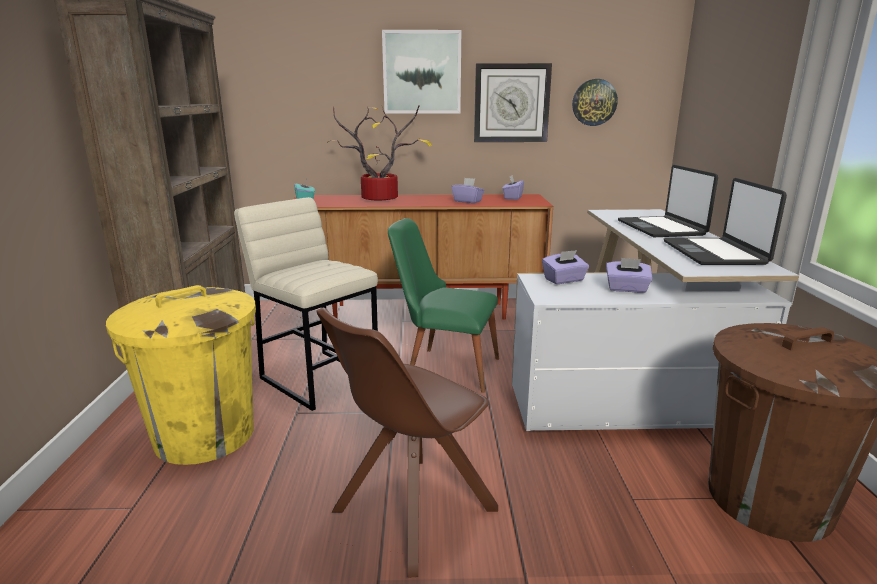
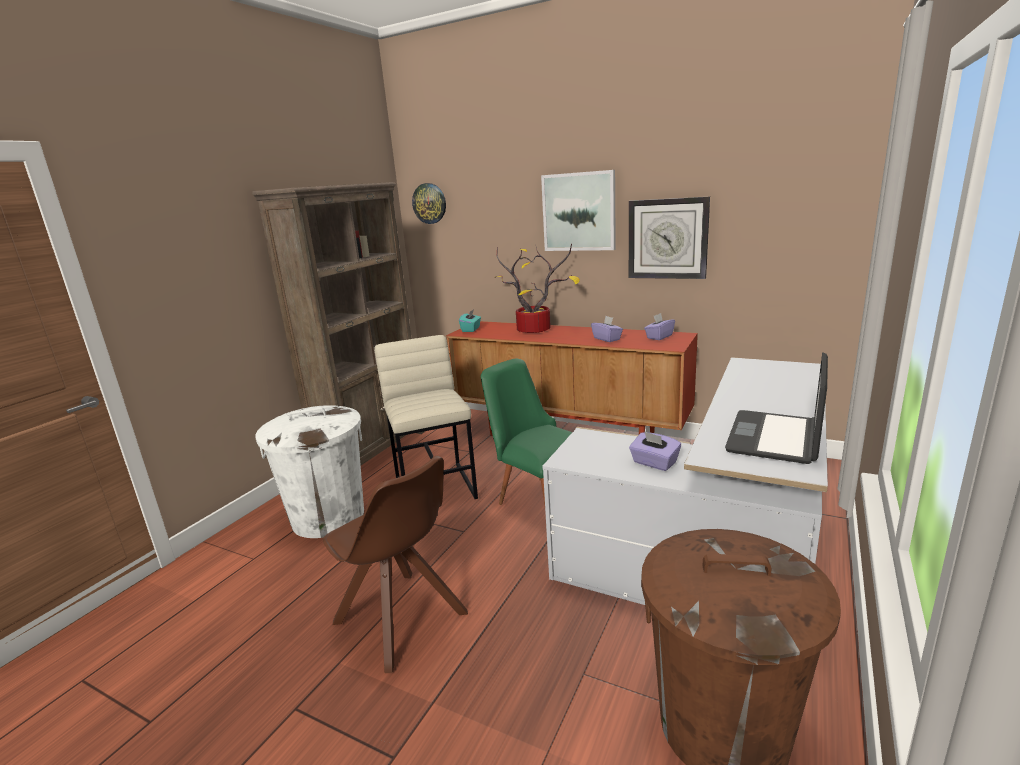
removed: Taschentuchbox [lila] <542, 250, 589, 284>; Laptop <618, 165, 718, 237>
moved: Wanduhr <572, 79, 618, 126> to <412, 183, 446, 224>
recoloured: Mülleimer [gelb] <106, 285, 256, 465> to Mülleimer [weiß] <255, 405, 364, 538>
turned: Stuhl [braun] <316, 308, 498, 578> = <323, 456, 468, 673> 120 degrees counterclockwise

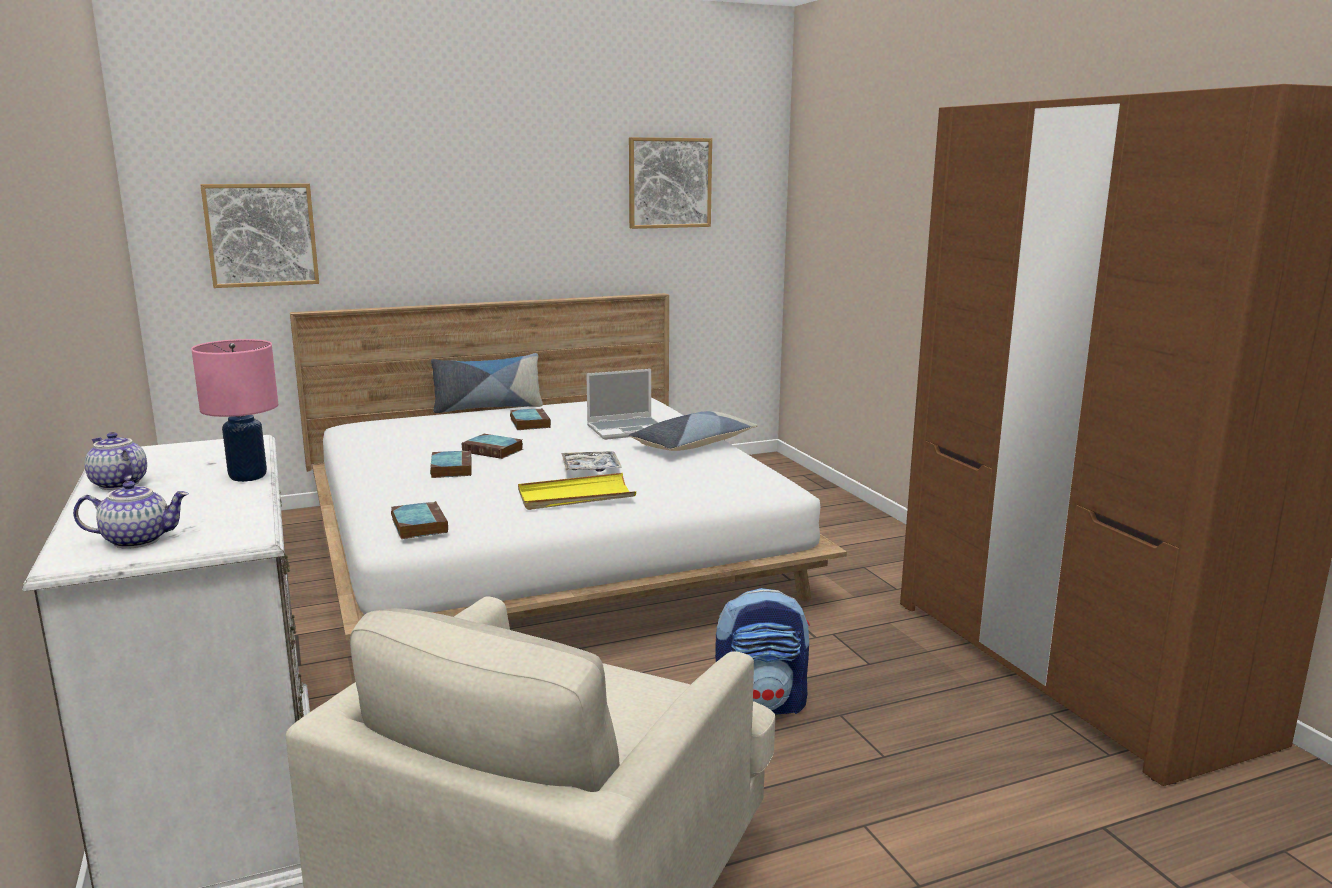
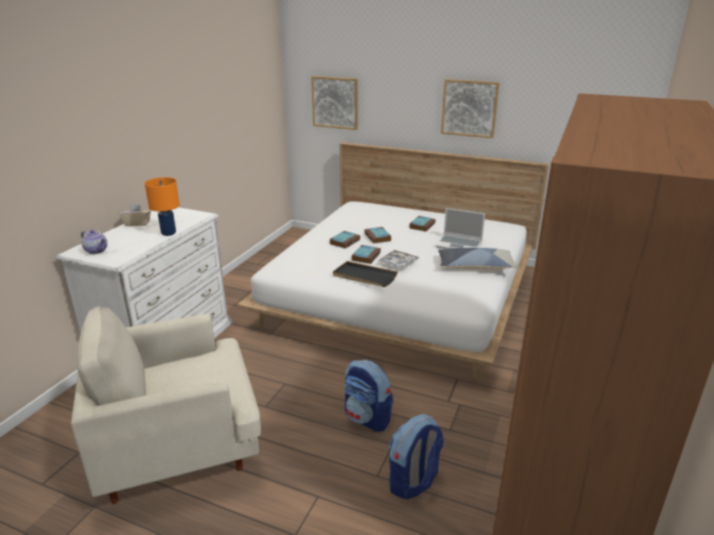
removed: Kissen <431, 353, 543, 413>
added: Rucksack <389, 414, 444, 500>
moved: Buch <391, 501, 448, 539> to <351, 245, 381, 264>; Bild <629, 137, 712, 229> to <441, 79, 500, 138>
replaced: Teekanne <84, 432, 147, 490> to Taschentuchbox [beige] <120, 204, 151, 226>
recoloured: Tischlampe [rosa] <191, 339, 278, 482> to Tischlampe [orange] <145, 177, 180, 236>; Tablett [gelb] <518, 473, 636, 510> to Tablett [schwarz] <333, 261, 398, 287>

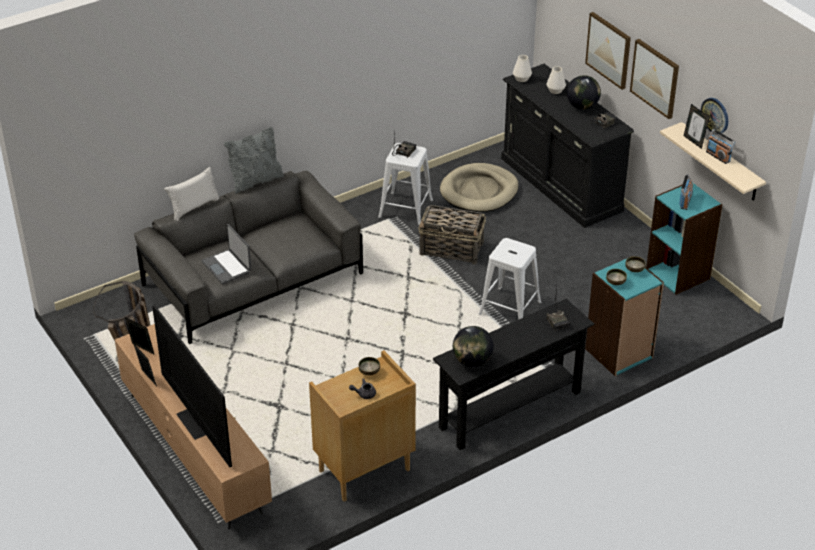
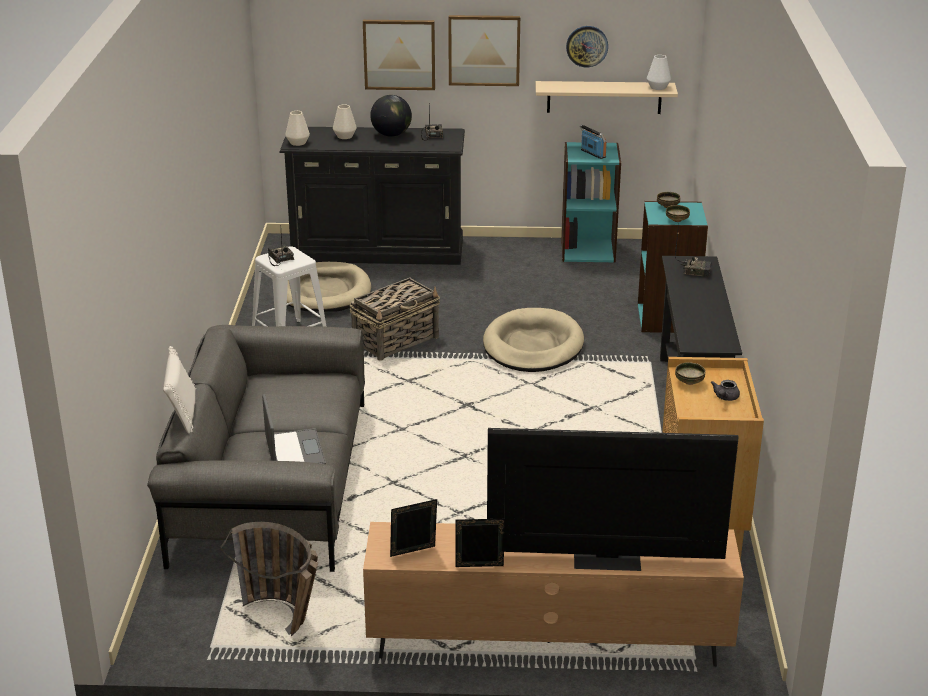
removed: Kissen [grau] <224, 127, 284, 194>; Globus <453, 326, 494, 367>; Bilderrahmen <684, 104, 710, 149>; Radio <706, 129, 735, 164>
added: Vase [weiß] <647, 55, 671, 90>
replaced: Hocker [weiß] <478, 238, 541, 320> to Hundebett [beige] <483, 308, 584, 372>
turned: Laptop <201, 224, 251, 284> = <262, 394, 326, 464> 105 degrees counterclockwise

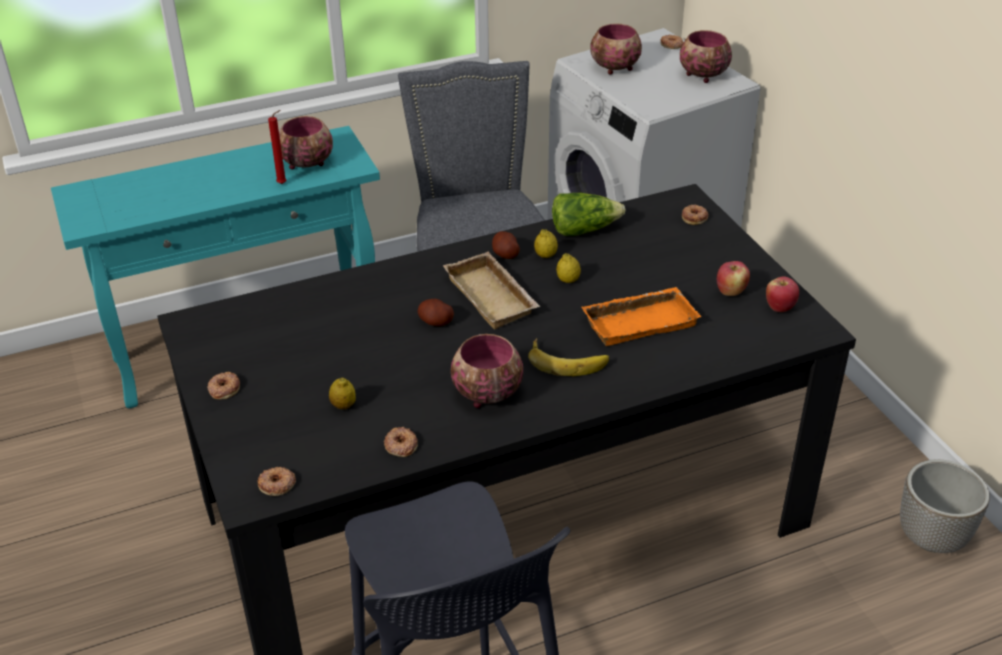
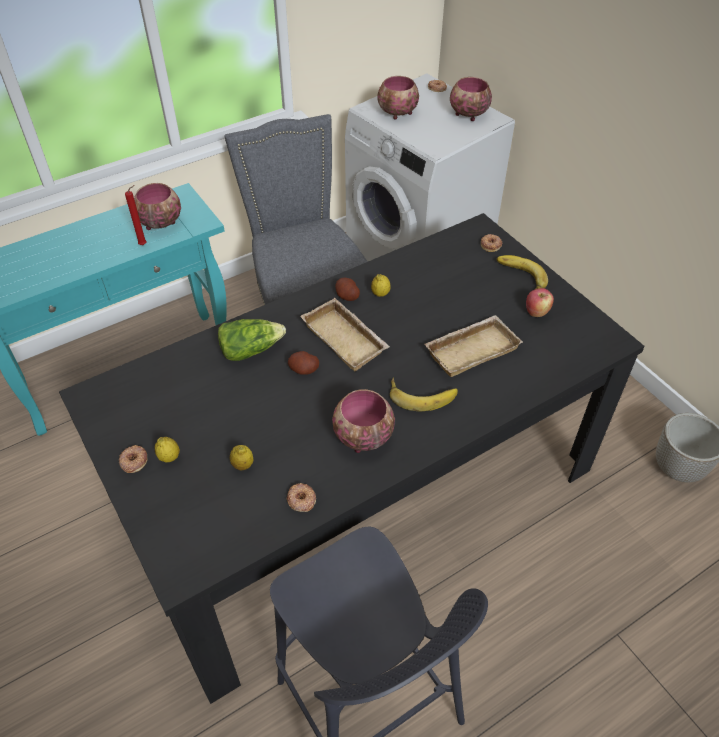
removed: Donut <258, 467, 296, 496>; Apfel <766, 276, 799, 312>
added: Banane <497, 255, 548, 289>
moved: Zitrone <556, 253, 581, 283> to <155, 437, 180, 462>; Salatkopf <552, 193, 626, 236> to <218, 319, 286, 361>
recoloured: Tablett [orange] <581, 287, 701, 346> to Tablett [beige] <424, 315, 523, 377>

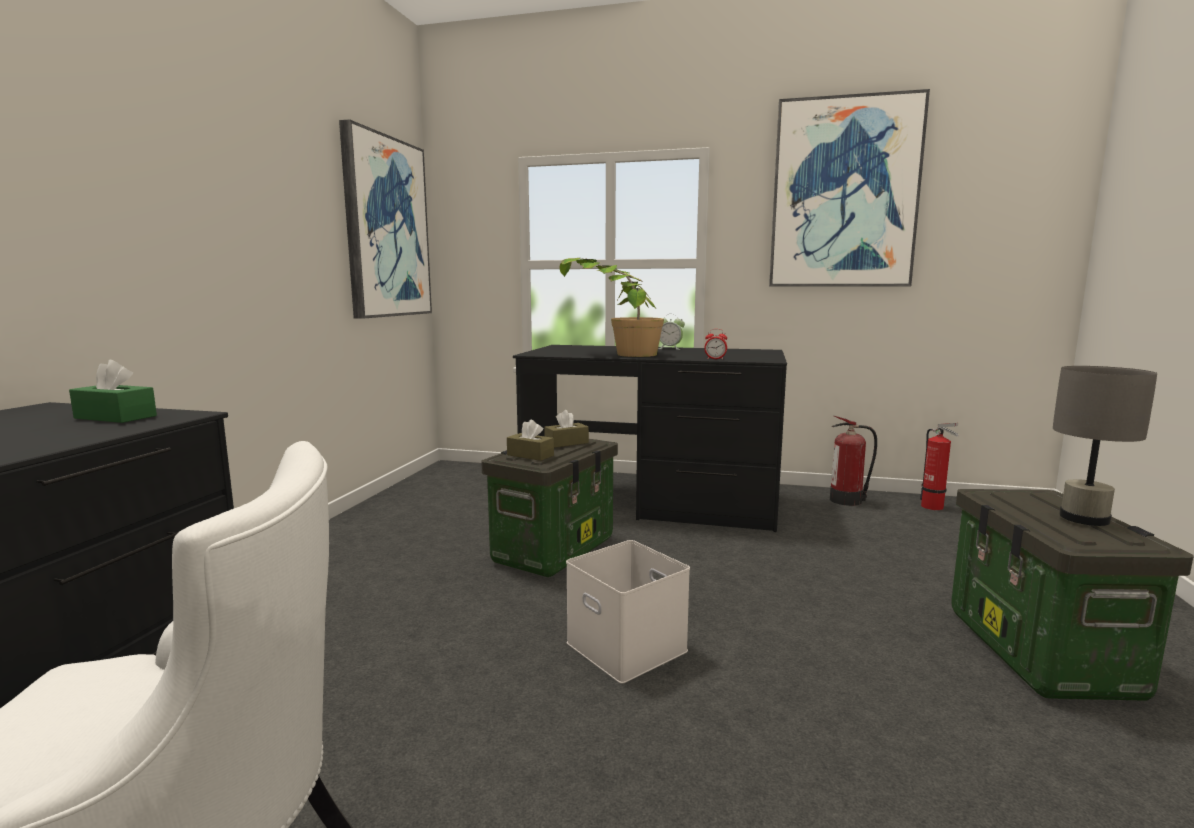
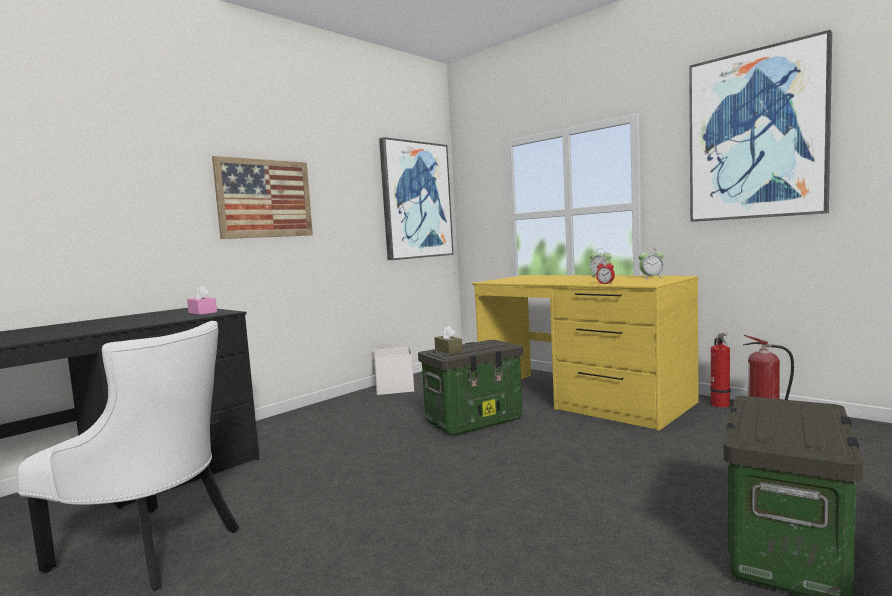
removed: Taschentuchbox [braun] <544, 410, 589, 448>; Topfpflanze <559, 258, 664, 357>; Tischlampe [grau] <1053, 366, 1157, 526>
added: Bild <212, 156, 313, 239>; Wecker <638, 250, 664, 279>
moved: Aufbewahrungsbox [weiß] <566, 540, 690, 684> to <374, 347, 415, 395>; Feuerlöscher <920, 423, 959, 510> to <710, 333, 731, 408>
recoloured: Taschentuchbox [grün] <69, 360, 157, 423> to Taschentuchbox [rosa] <187, 285, 217, 315>; Schreibtisch [schwarz] <513, 345, 787, 532> to Schreibtisch [gelb] <472, 275, 699, 431>

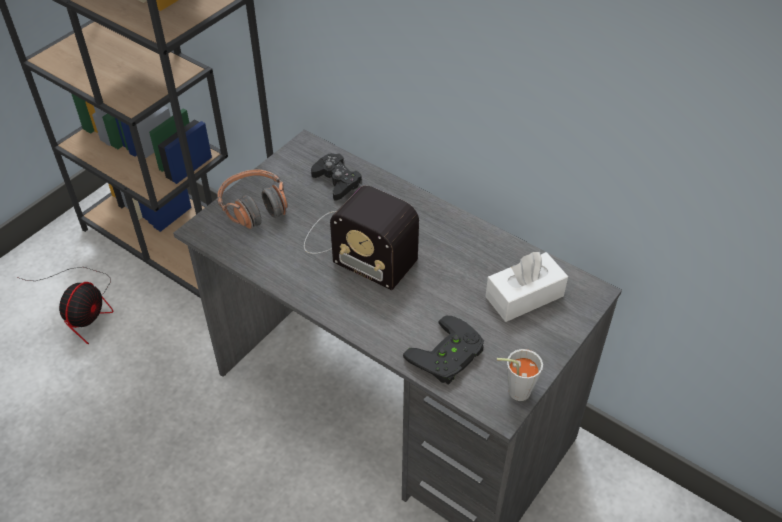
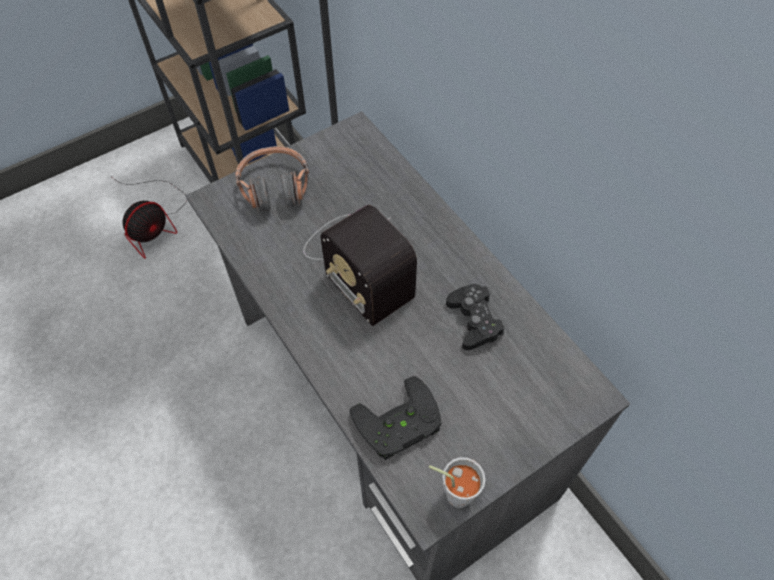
removed: Taschentuchbox [weiß] <485, 251, 568, 322>
moved: Gamepad [schwarz] <311, 153, 362, 200> to <446, 284, 505, 350>

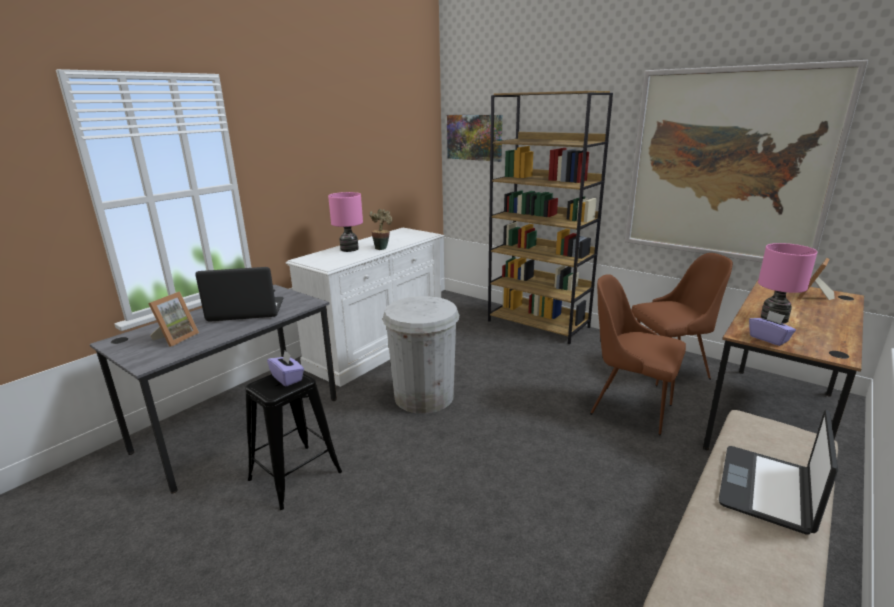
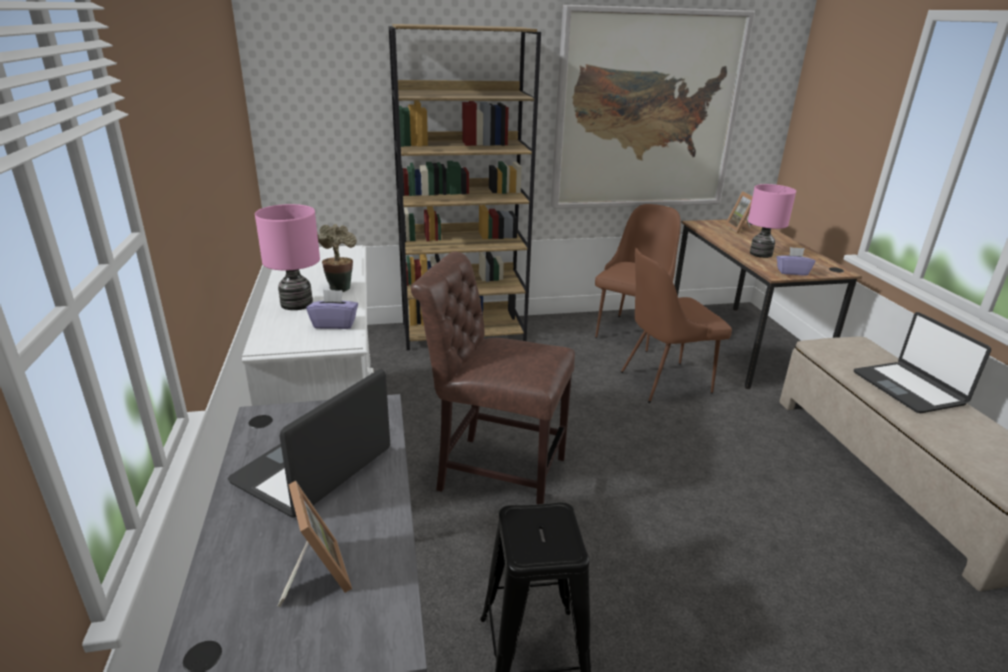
removed: Bild <447, 115, 503, 162>
moved: Taschentuchbox [lila] <267, 351, 304, 387> to <306, 290, 358, 329>
replaced: Mülleimer [weiß] <383, 296, 459, 414> to Stuhl [braun] <411, 251, 575, 504>

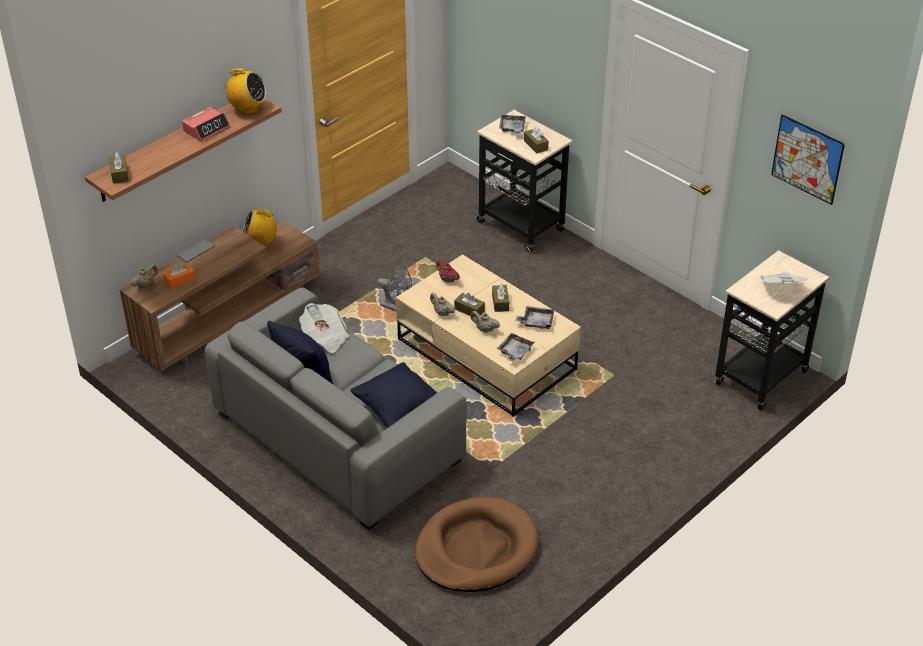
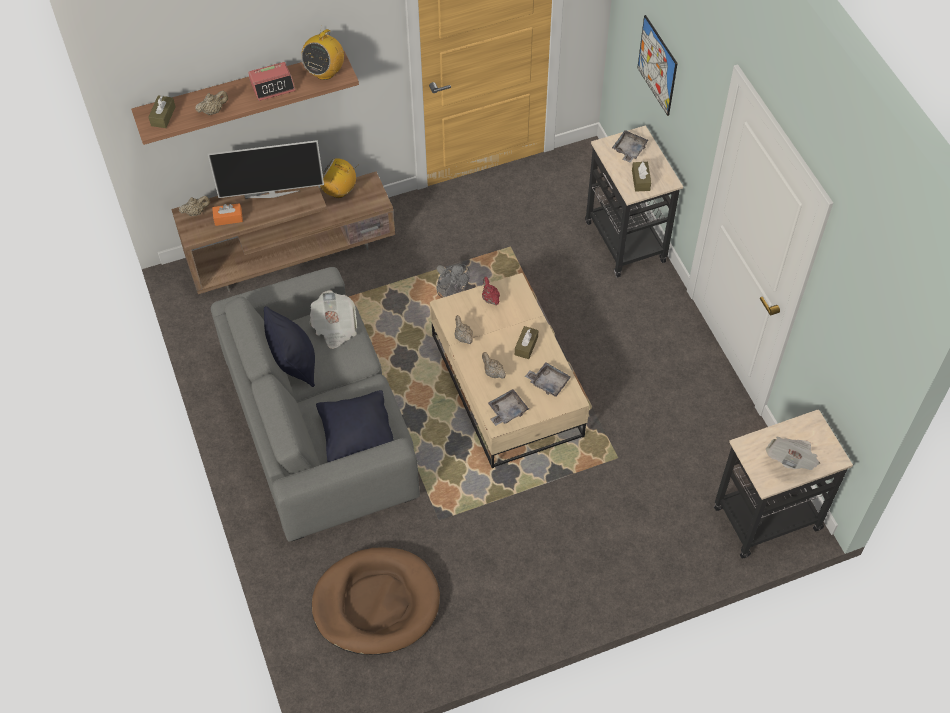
removed: Taschentuchbox [braun] <454, 293, 485, 318>
added: Teekanne [beige] <195, 91, 228, 115>; Fernseher <208, 140, 324, 198>
moved: Bild <771, 114, 845, 205> to <637, 15, 678, 116>
turned: Radio <223, 68, 266, 114> = <301, 25, 344, 80> 75 degrees clockwise

